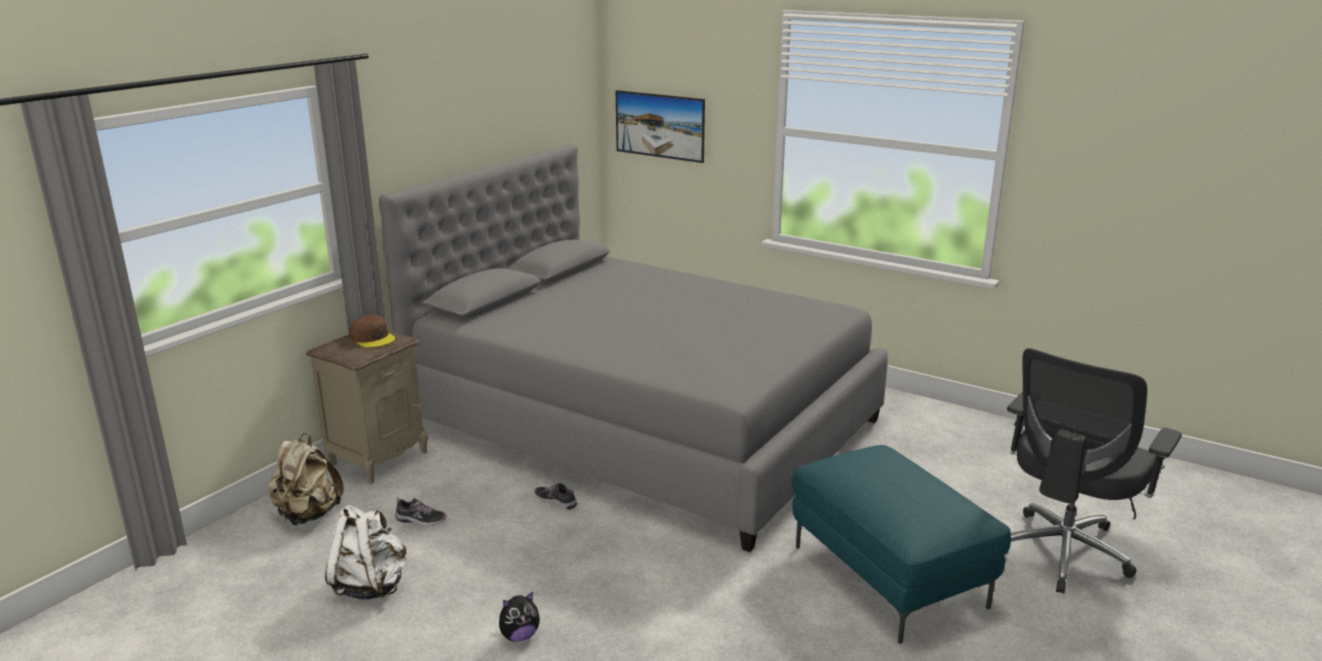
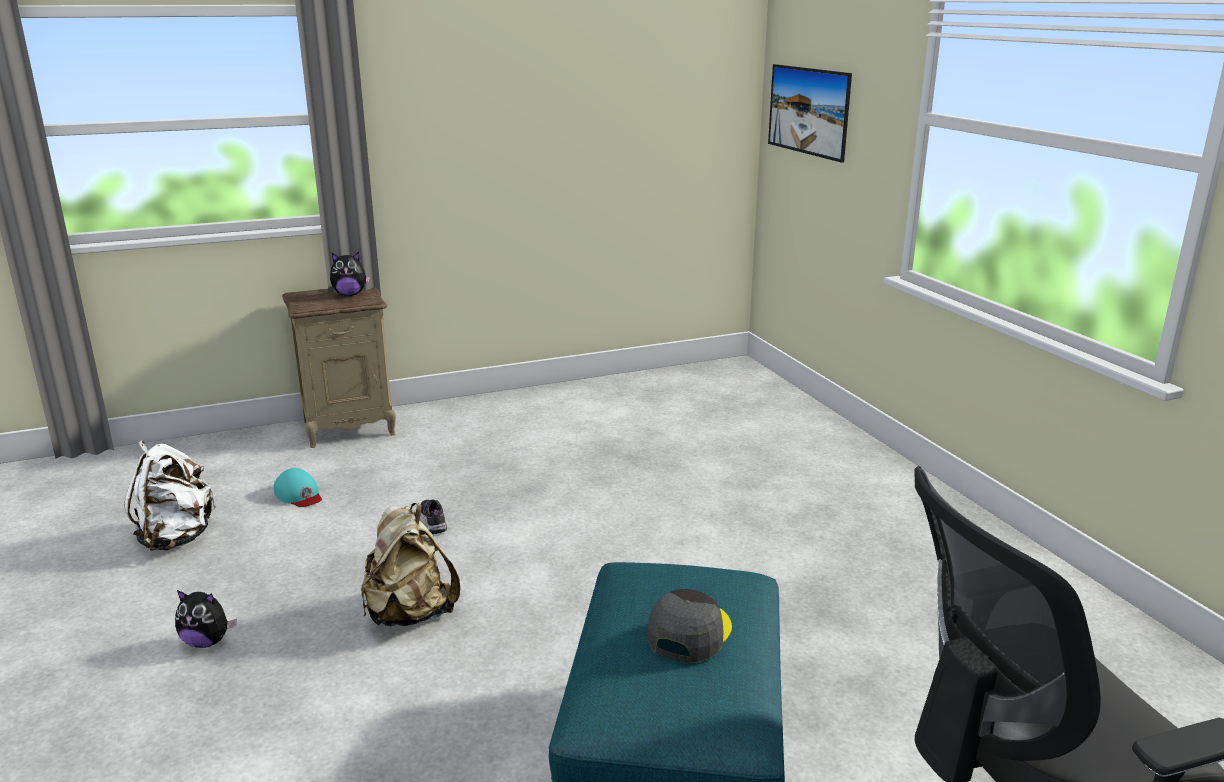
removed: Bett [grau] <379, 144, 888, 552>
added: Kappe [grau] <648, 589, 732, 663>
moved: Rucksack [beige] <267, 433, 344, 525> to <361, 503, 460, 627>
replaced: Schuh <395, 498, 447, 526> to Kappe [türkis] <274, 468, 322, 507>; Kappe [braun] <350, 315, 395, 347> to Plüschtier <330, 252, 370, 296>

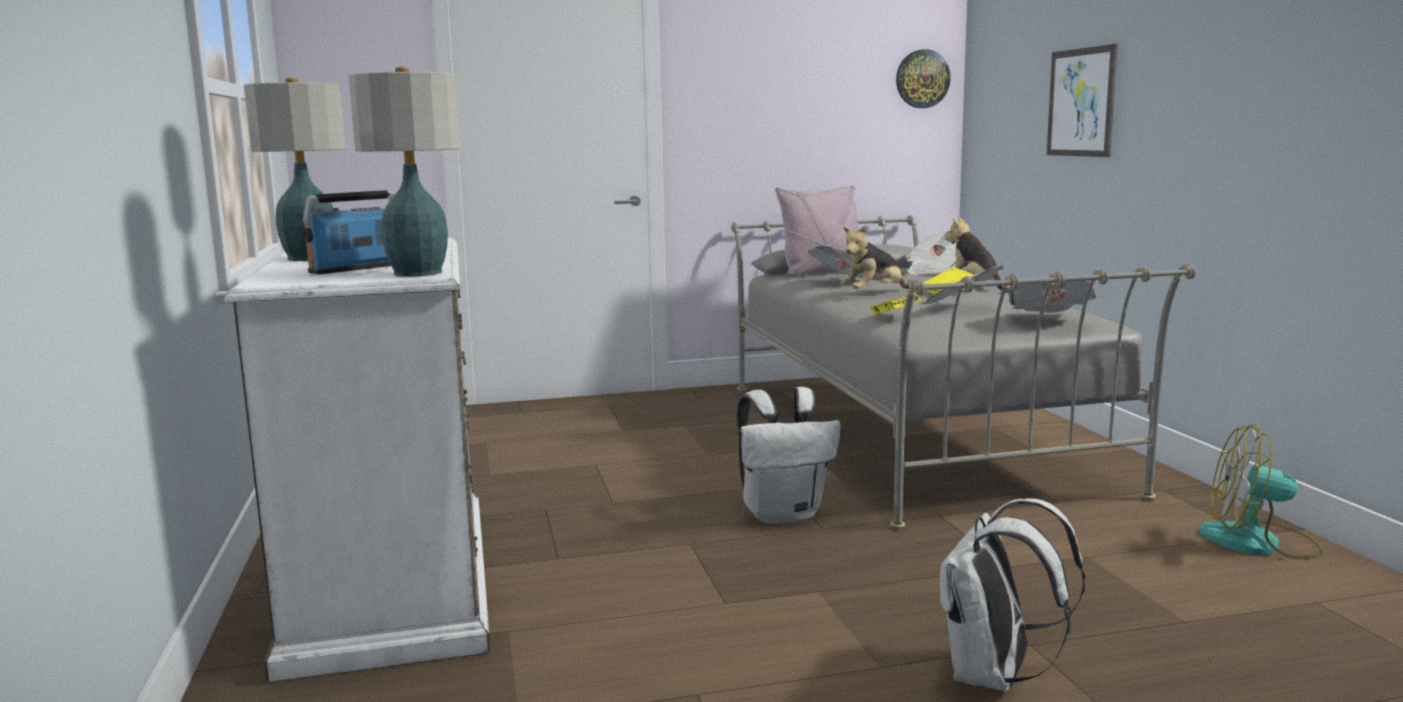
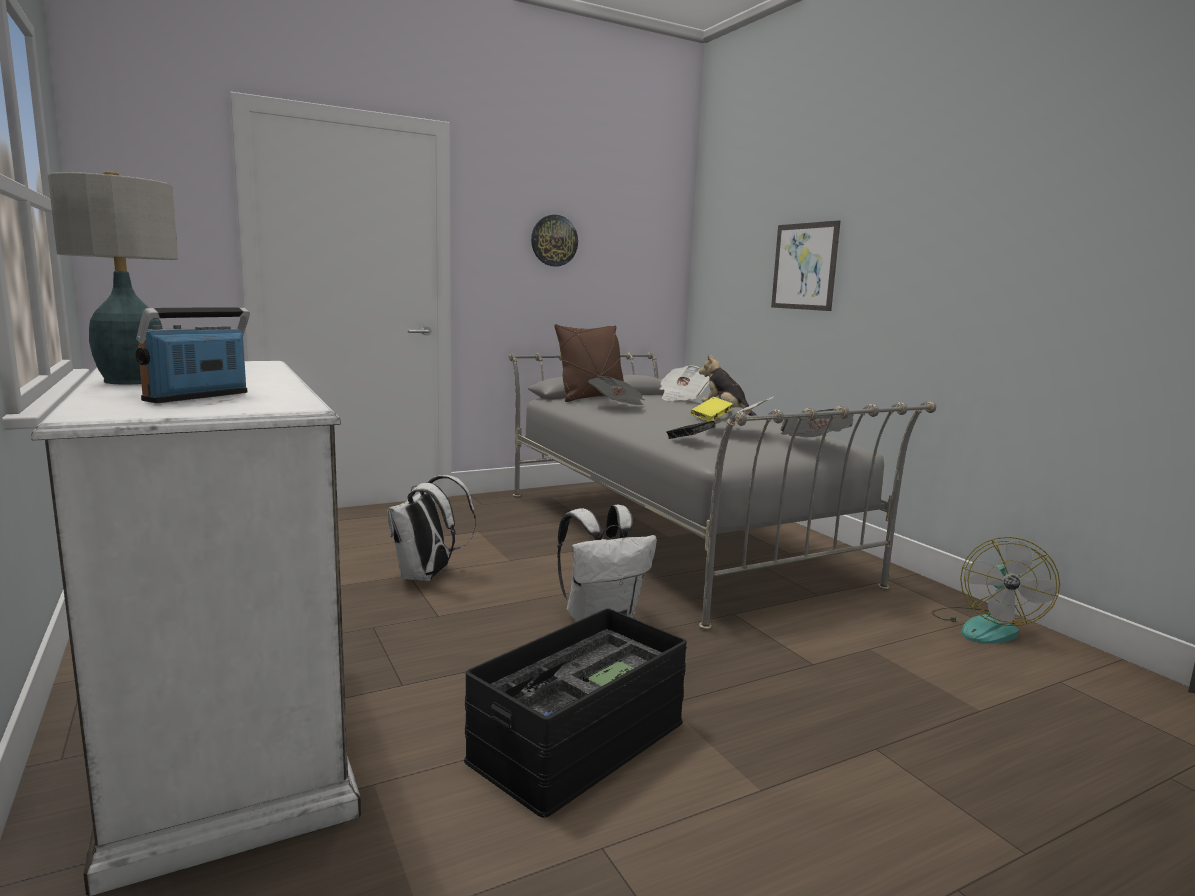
removed: Tischlampe <349, 67, 460, 277>; Plüschtier <840, 225, 909, 289>
added: Aufbewahrungsbox [schwarz] <464, 609, 687, 817>
moved: Rucksack [weiß] <940, 498, 1085, 692> to <387, 475, 476, 581>; Wanduhr <896, 49, 951, 108> to <531, 215, 578, 266>
recoloured: Kissen [lila] <775, 186, 858, 278> to Kissen [braun] <554, 324, 624, 402>; Buch [gelb] <870, 294, 923, 315> to Buch [schwarz] <666, 421, 716, 439>
turned: Ventilator <1199, 425, 1324, 559> = <931, 537, 1060, 644> 75 degrees counterclockwise

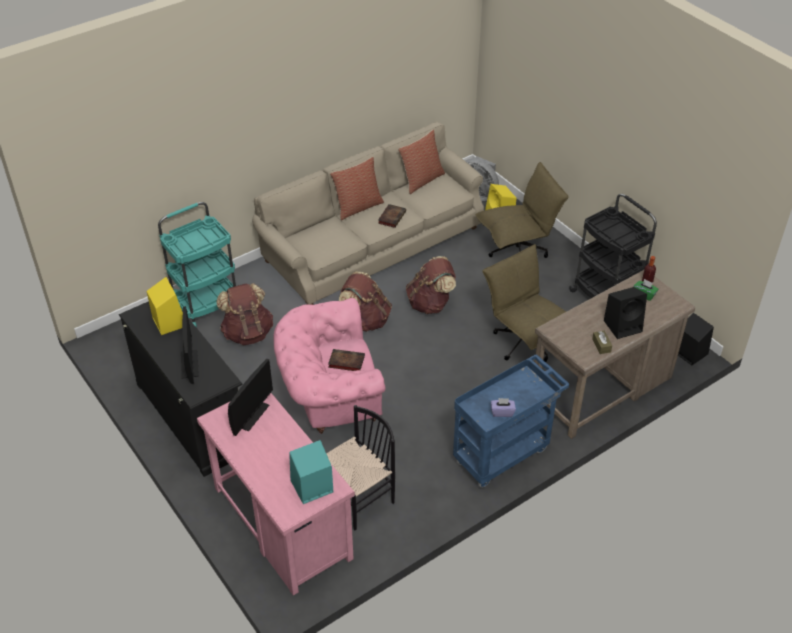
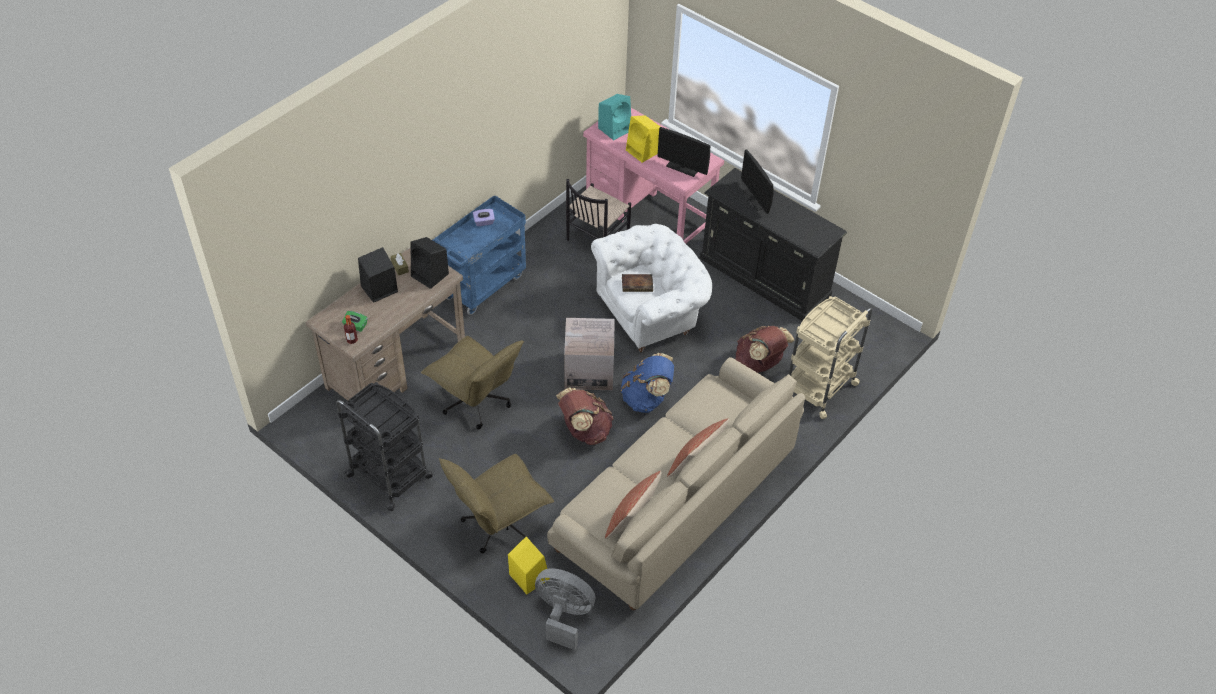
removed: Buch <378, 204, 406, 228>
added: Karton <564, 318, 615, 390>
moved: Lautsprecher [schwarz] <678, 313, 714, 365> to <411, 237, 449, 289>; Lautsprecher [gelb] <147, 277, 183, 335> to <626, 115, 660, 163>
recoloured: Sessel [rosa] <274, 298, 386, 434> to Sessel [weiß] <591, 224, 712, 352>; Rucksack [braun] <339, 272, 392, 332> to Rucksack [blau] <621, 353, 674, 413>; Rollwagen [türkis] <158, 202, 236, 328> to Rollwagen [beige] <789, 296, 872, 419>
turned: Monitor <228, 359, 273, 436> = <657, 127, 710, 177> 75 degrees counterclockwise

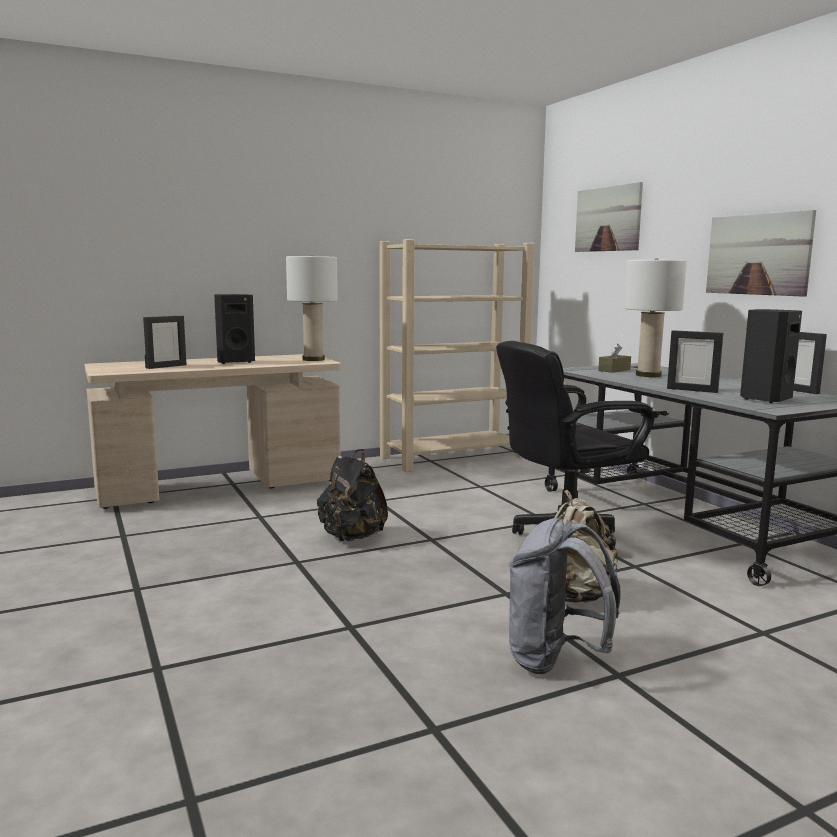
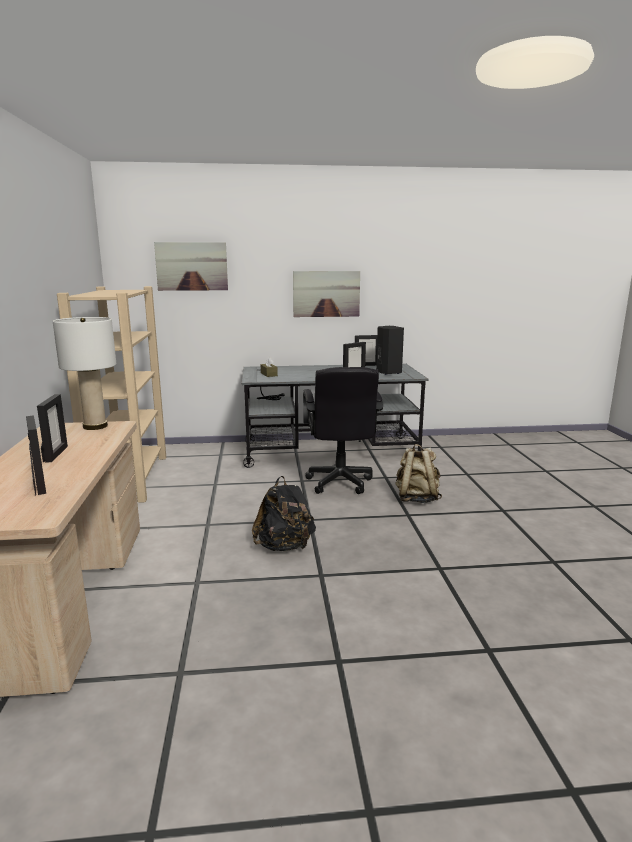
removed: Rucksack [grau] <509, 518, 621, 674>; Tischlampe [weiß] <624, 258, 687, 377>
replaced: Lautsprecher [schwarz] <214, 294, 255, 364> to Bilderrahmen <37, 394, 68, 463>

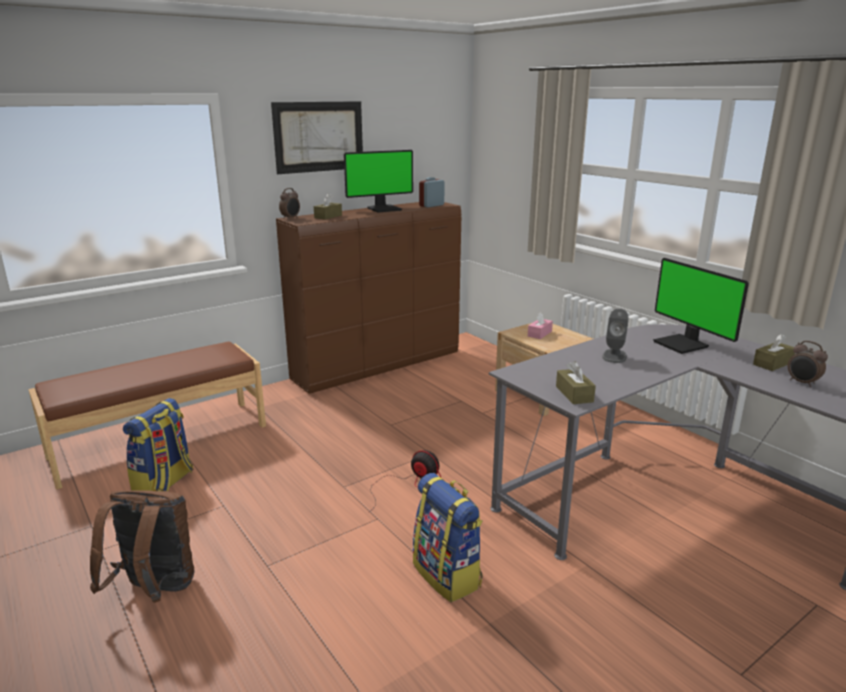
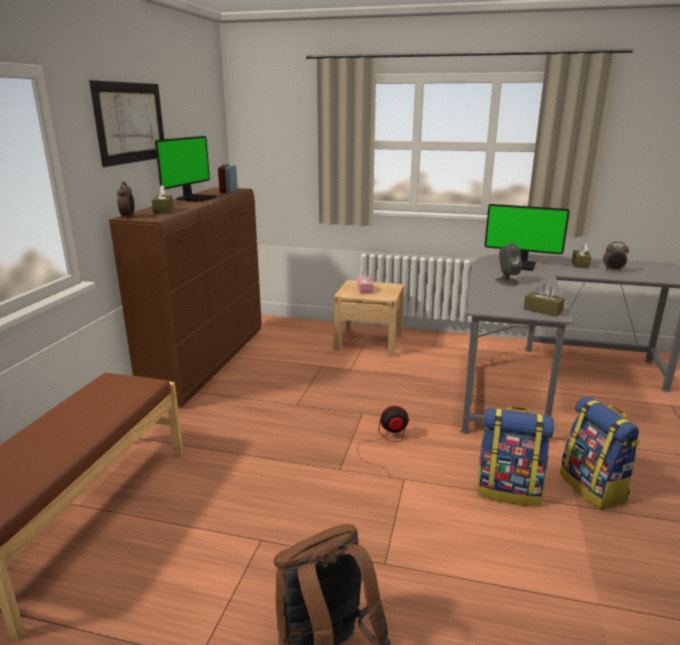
moved: Rucksack <123, 398, 193, 491> to <560, 397, 640, 509>

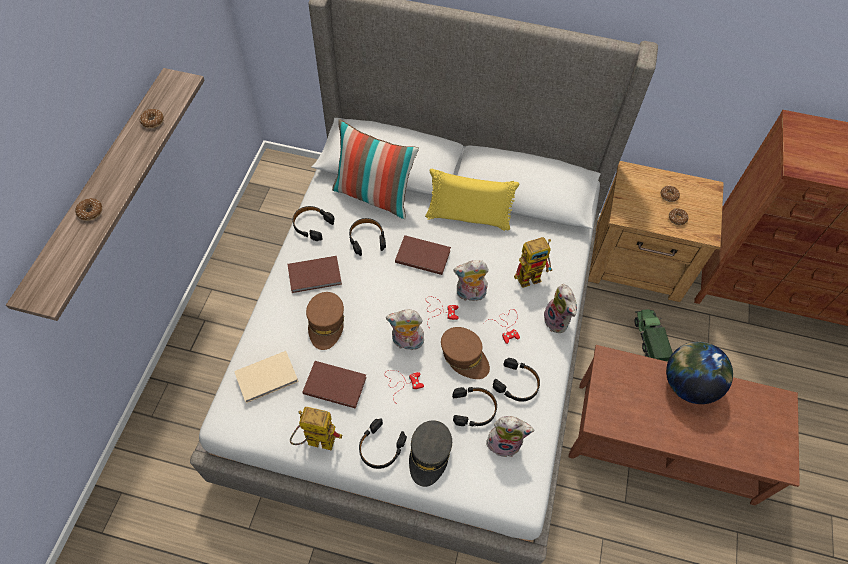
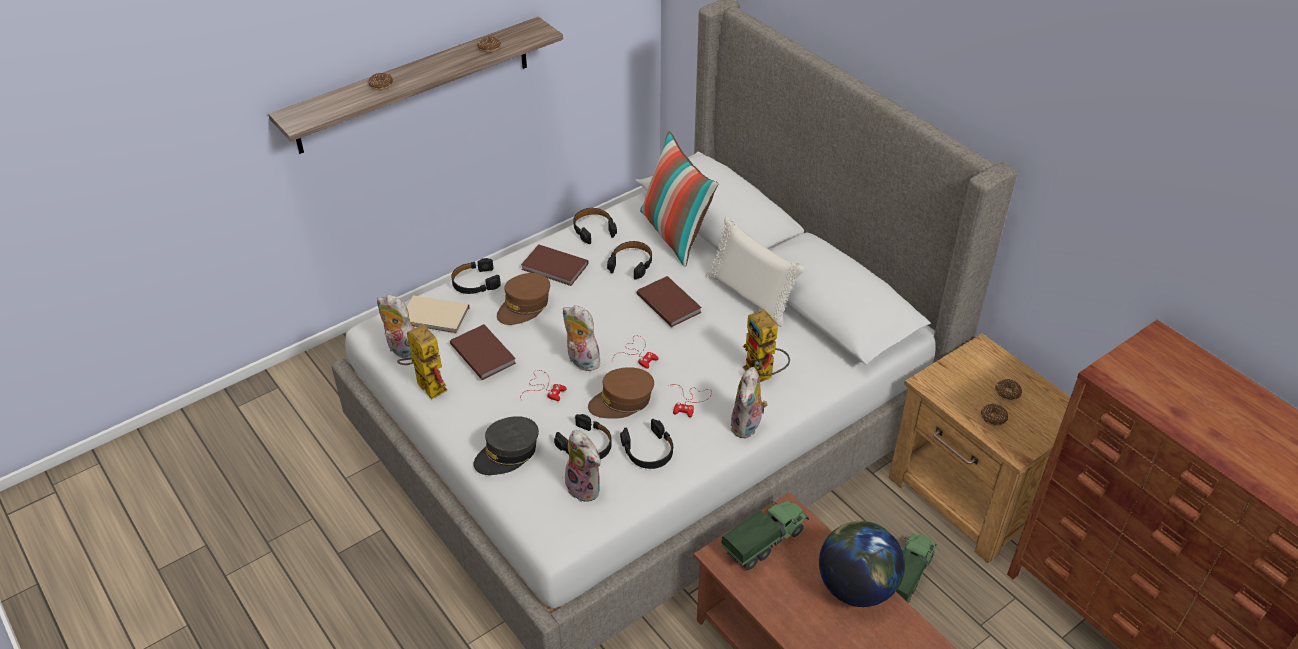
added: Spielzeuglaster <721, 500, 809, 570>
moved: Plüschtier <453, 260, 489, 301> to <377, 295, 414, 359>; Kopfhörer [schwarz] <359, 418, 407, 469> to <451, 258, 501, 294>
recoloured: Kissen [gelb] <425, 169, 519, 231> to Kissen [weiß] <706, 216, 804, 327>
turned: Kappe [braun] <441, 327, 490, 379> = <588, 367, 654, 419> 75 degrees clockwise; Spielzeugroboter <514, 237, 552, 288> = <743, 309, 790, 382> 45 degrees clockwise

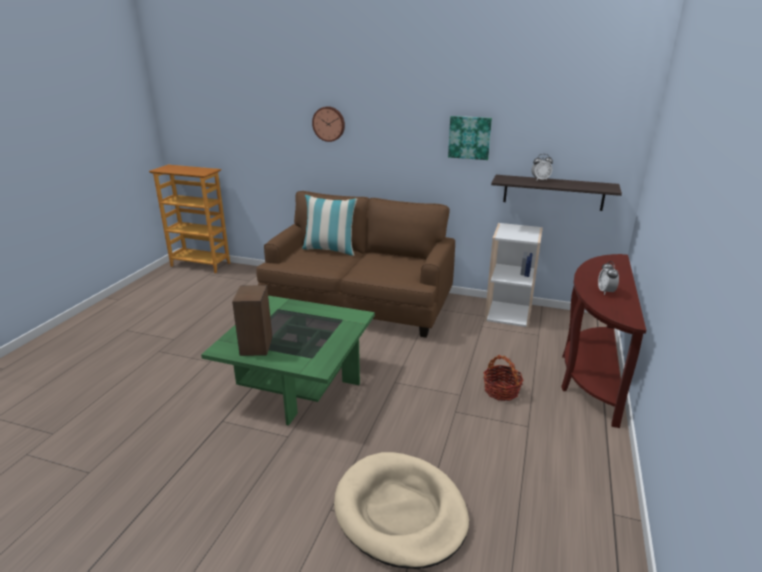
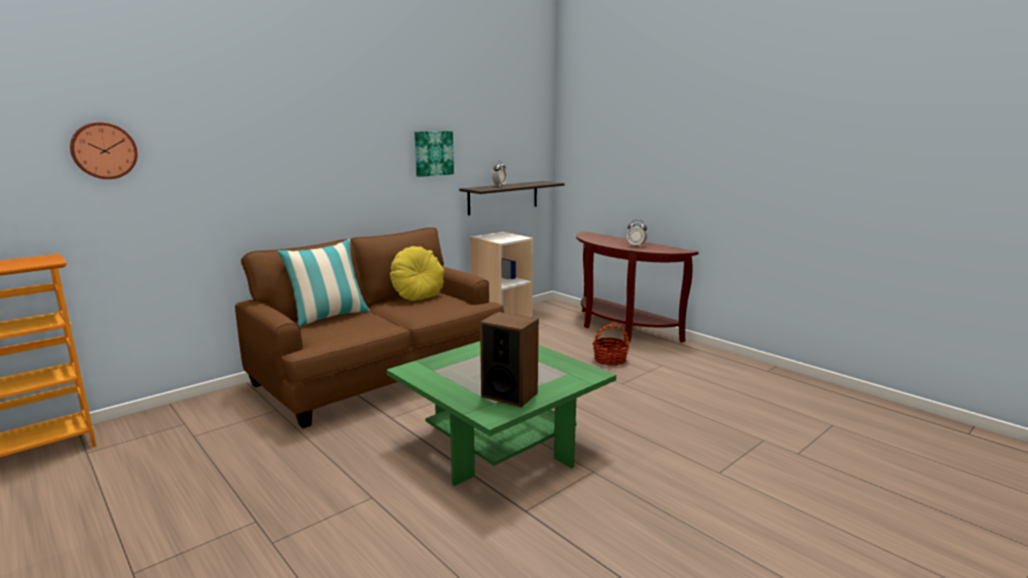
removed: Hundebett [beige] <334, 452, 469, 569>
added: Kissen [gelb] <390, 246, 444, 301>
moved: Wanduhr <312, 106, 345, 142> to <70, 122, 138, 179>

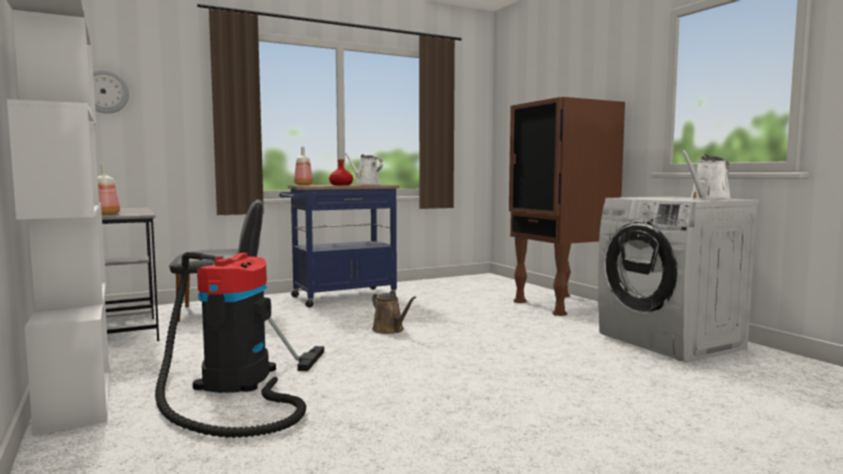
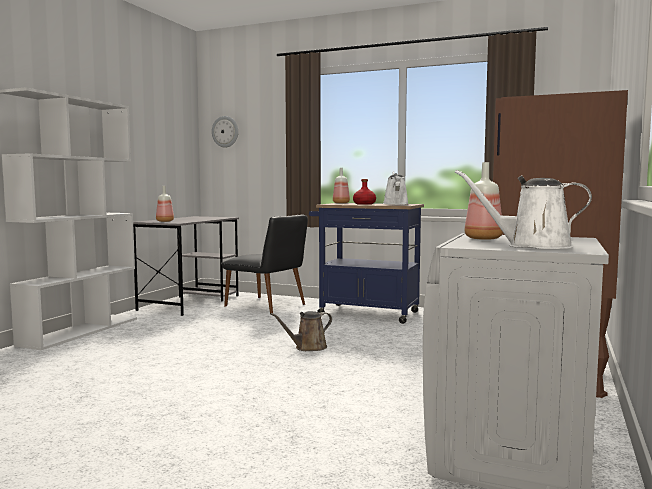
removed: Staubsauger <155, 252, 324, 438>
added: Flasche <465, 162, 503, 240>
turned: Gießkanne [braun] <372, 293, 416, 334> = <270, 311, 332, 351> 45 degrees clockwise

